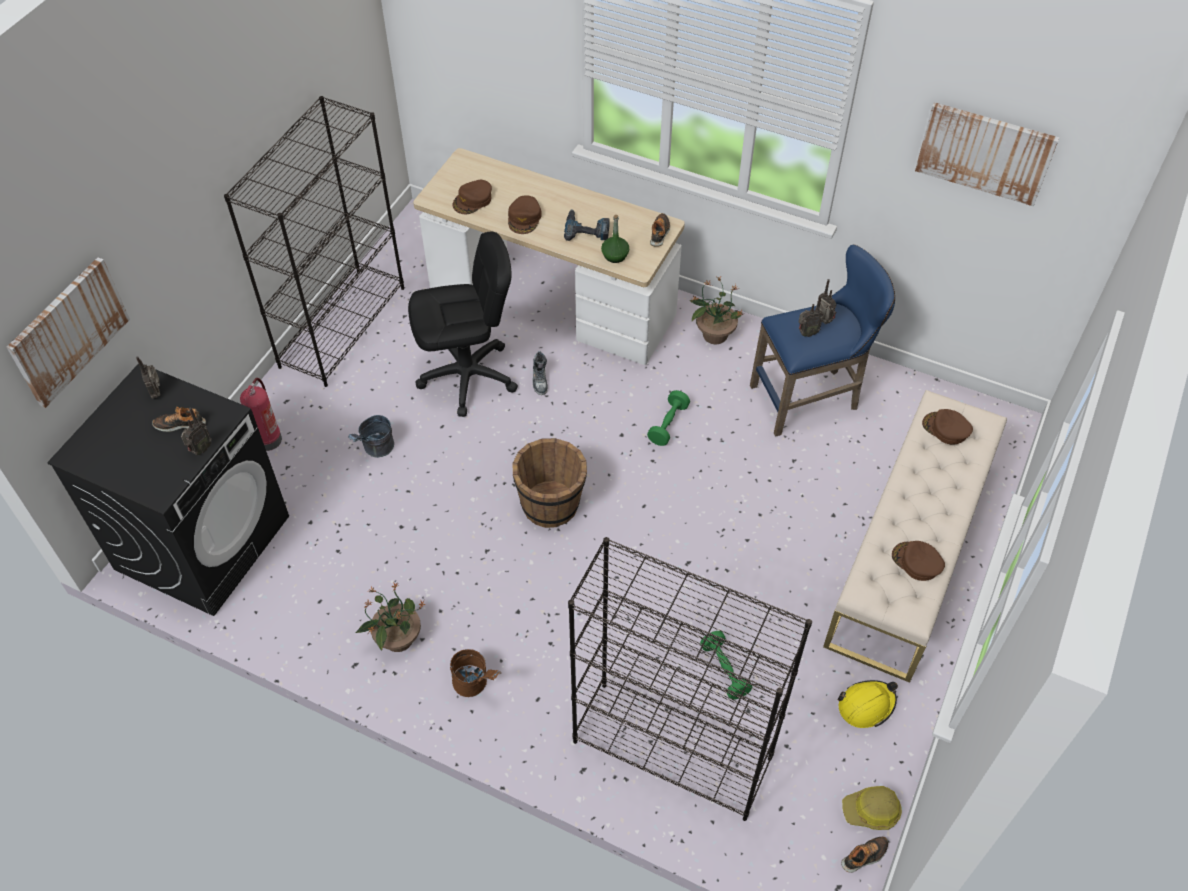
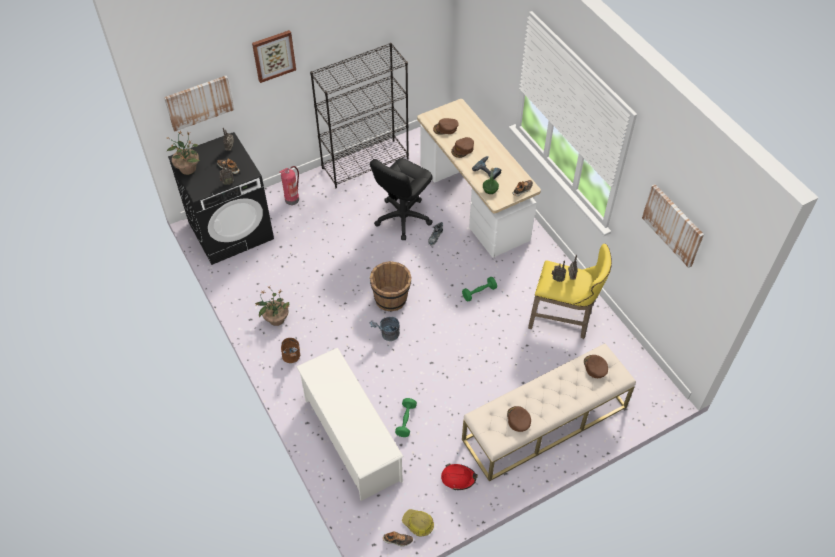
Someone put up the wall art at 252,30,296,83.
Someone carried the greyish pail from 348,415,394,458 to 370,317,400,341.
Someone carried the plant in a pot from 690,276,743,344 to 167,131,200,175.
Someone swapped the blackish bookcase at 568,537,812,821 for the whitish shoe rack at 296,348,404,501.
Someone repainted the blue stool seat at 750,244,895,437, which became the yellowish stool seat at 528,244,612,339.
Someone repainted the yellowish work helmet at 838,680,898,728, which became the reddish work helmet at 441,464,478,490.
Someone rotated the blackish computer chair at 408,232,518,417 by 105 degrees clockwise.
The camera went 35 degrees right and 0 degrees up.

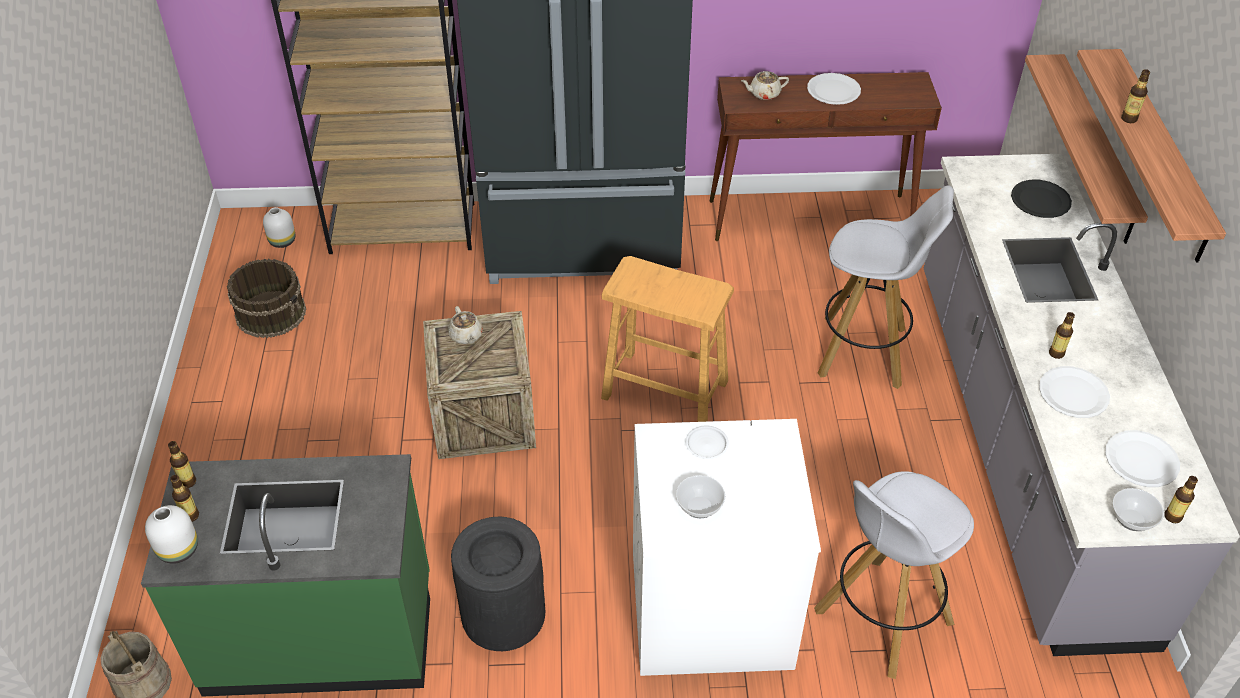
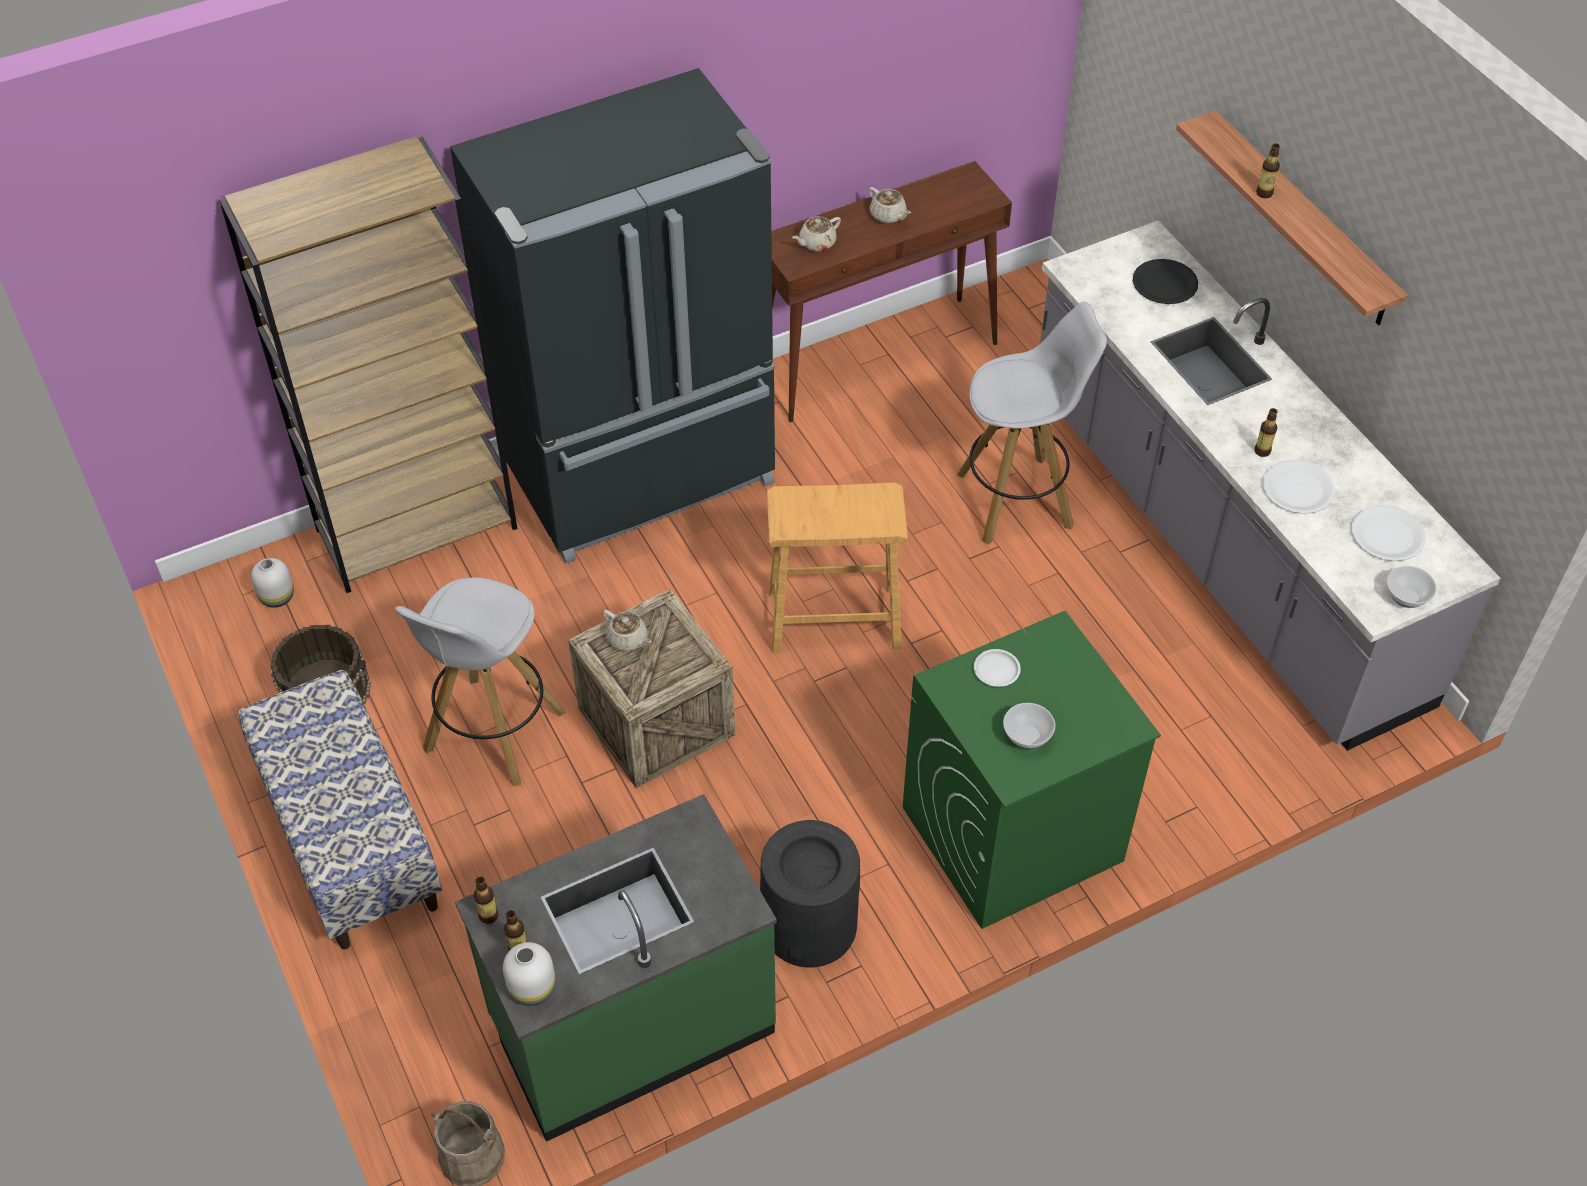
Someone took away the shelf at 1025,54,1148,244.
Someone took away the drink bottle at 1164,476,1198,523.
Someone put down the long seat at 238,670,442,950.
Someone carried the whitish stool seat from 814,471,974,679 to 395,577,566,786.
Someone swapped the whitish dinner plate at 807,73,861,105 for the beige-coloured pot for tea at 869,187,911,224.
Someone repainted the whitish washing machine at 633,419,821,676, which became the green washing machine at 903,611,1161,929.
The camera went 25 degrees left and 5 degrees up.

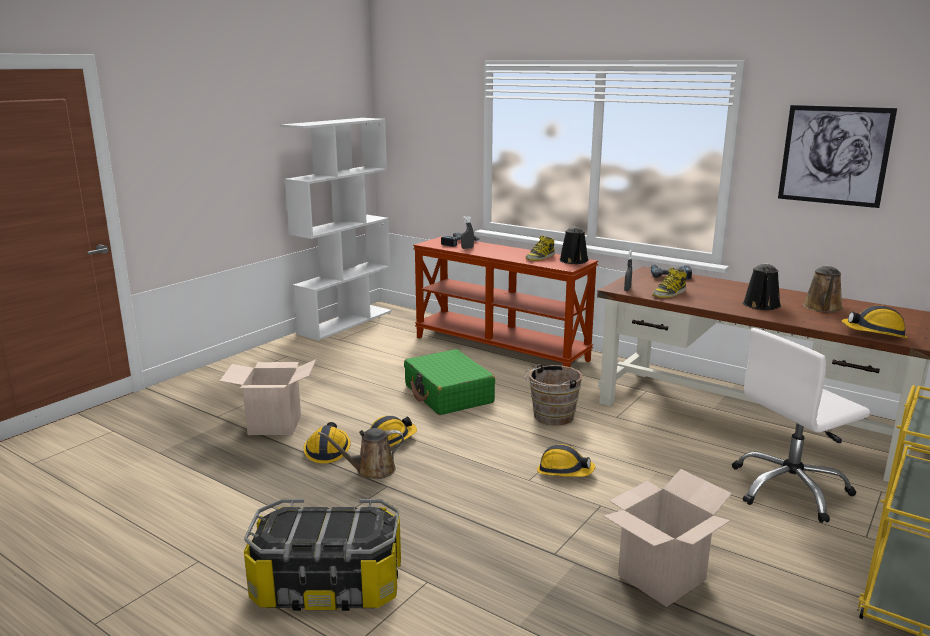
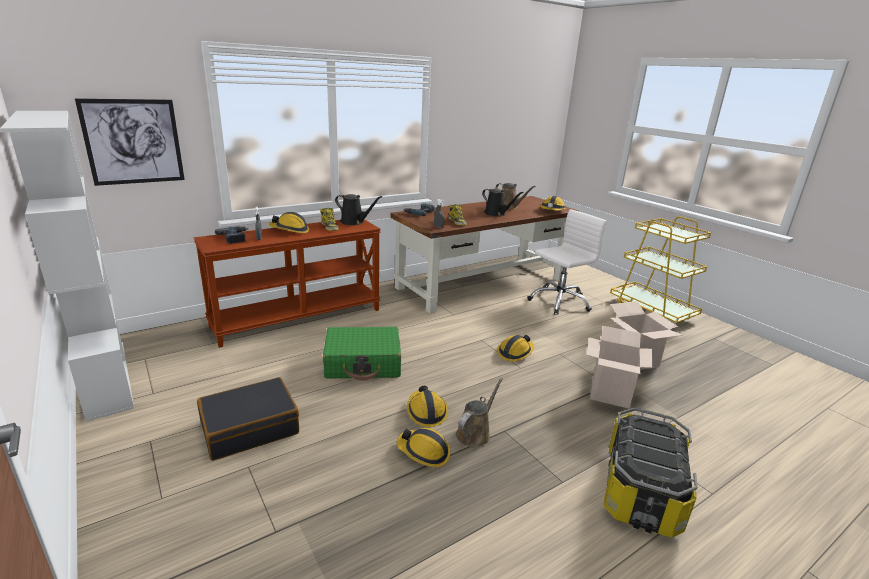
Someone took away the brown pail at 524,364,582,426.
Someone put down the blackish piece of luggage at 197,377,299,461.
Someone put down the work helmet at 269,212,309,233.
Someone carried the cardboard box from 220,359,316,435 to 586,326,654,409.
Someone carried the wall art from 778,105,897,208 to 75,98,185,186.
Someone rotated the brown watering pot at 318,428,404,479 by 150 degrees counterclockwise.
Someone rotated the whitish computer chair at 732,328,870,523 by 120 degrees counterclockwise.
The camera went 70 degrees left and 5 degrees up.

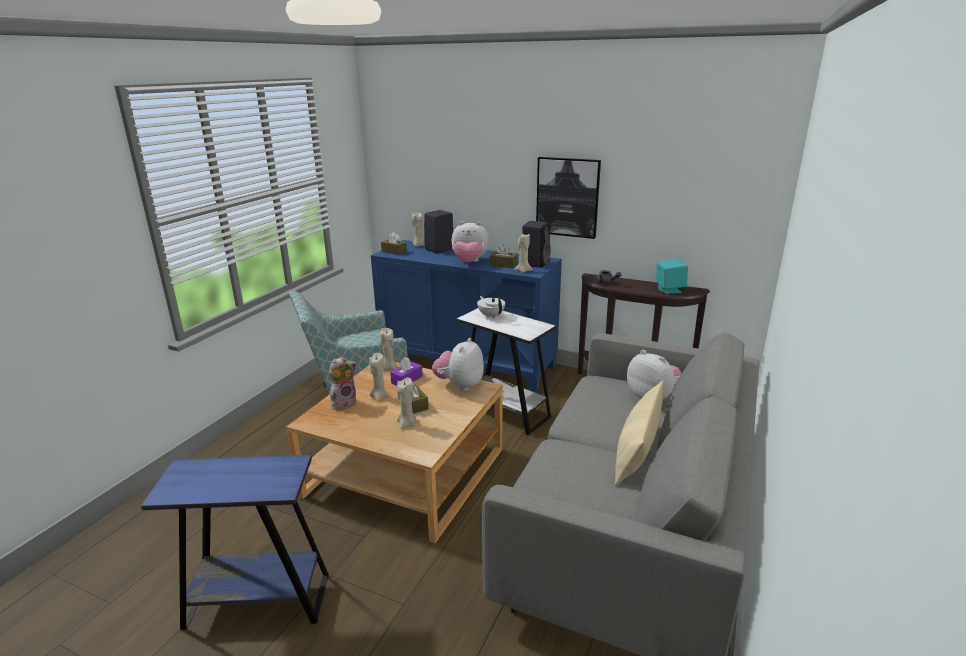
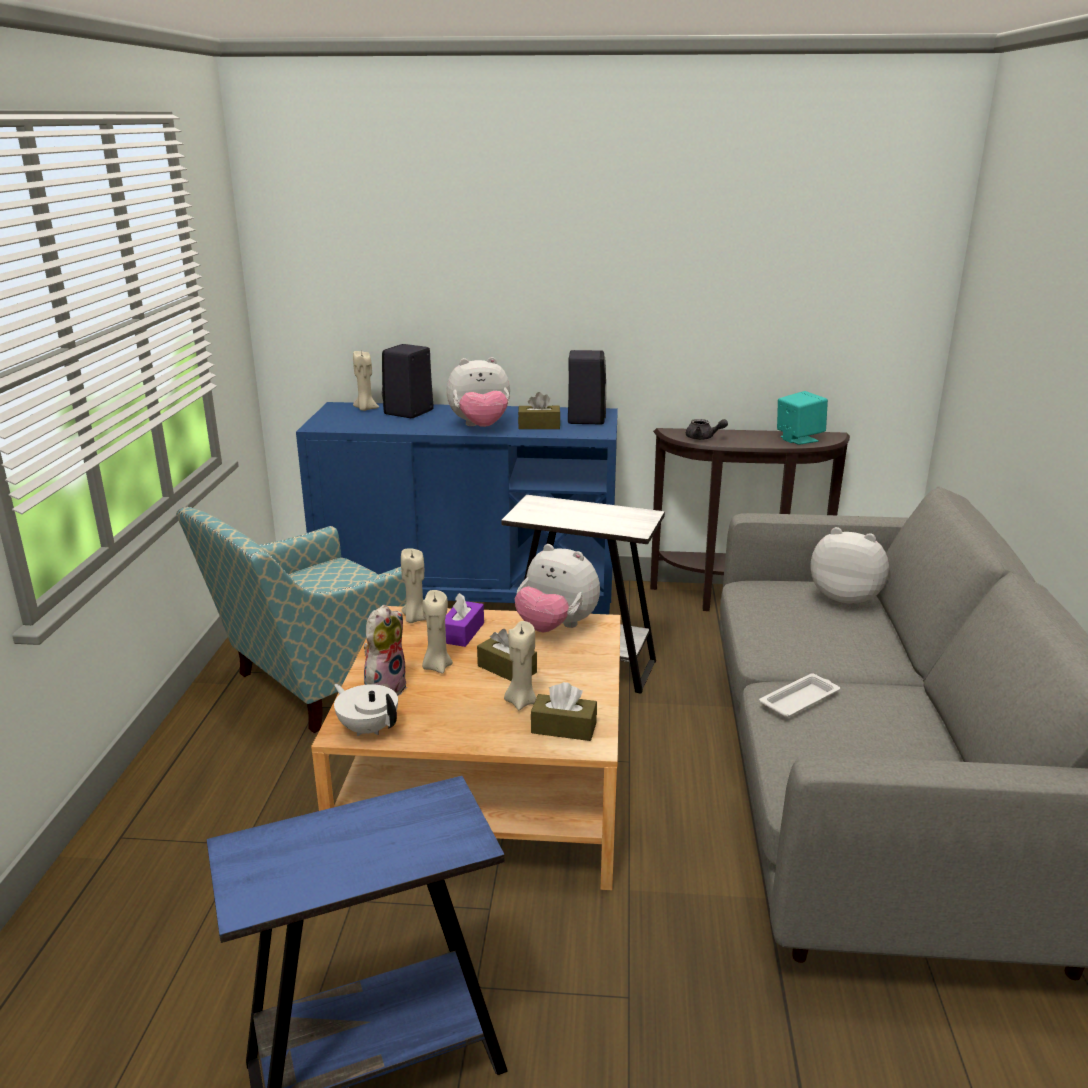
Someone took away the beige-coloured wax candle at 514,234,533,273.
Someone took away the wall art at 536,157,601,239.
Someone took away the beige-coloured cushion at 615,380,664,486.
Someone put down the whitish carrying tray at 759,673,840,718.
Someone carried the brown tissue box from 381,232,407,255 to 531,682,597,741.
Someone carried the whitish pot for tea from 477,296,505,319 to 334,684,398,736.
Someone rotated the plush toy at 432,338,484,391 by 60 degrees counterclockwise.
The camera went 20 degrees left and 0 degrees up.

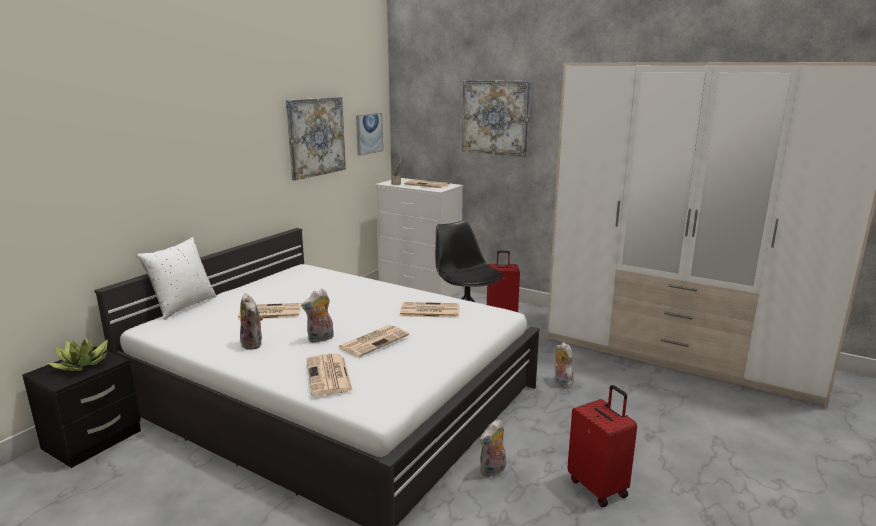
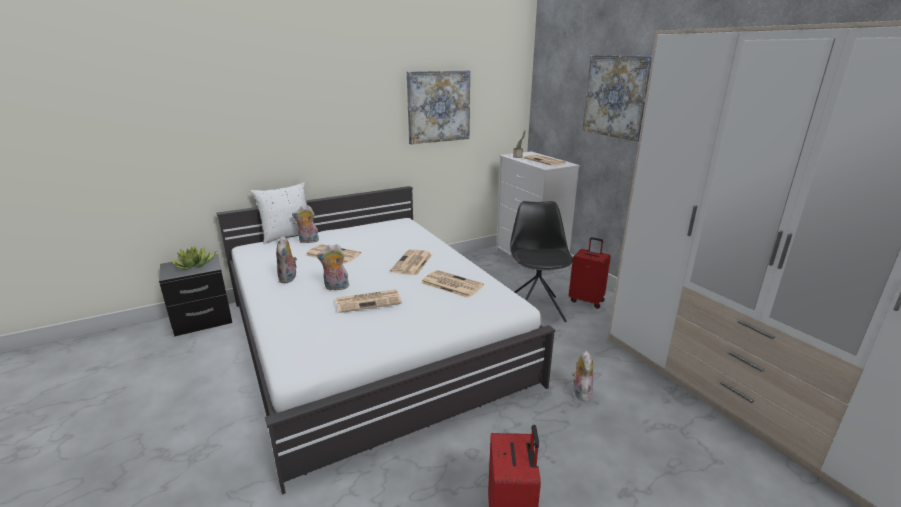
Someone took away the wall art at 356,113,383,156.
Someone carried the newspaper from 307,353,353,396 to 390,249,432,275.
Someone carried the plush toy from 480,419,506,477 to 292,205,319,243.
The camera went 30 degrees right and 5 degrees up.

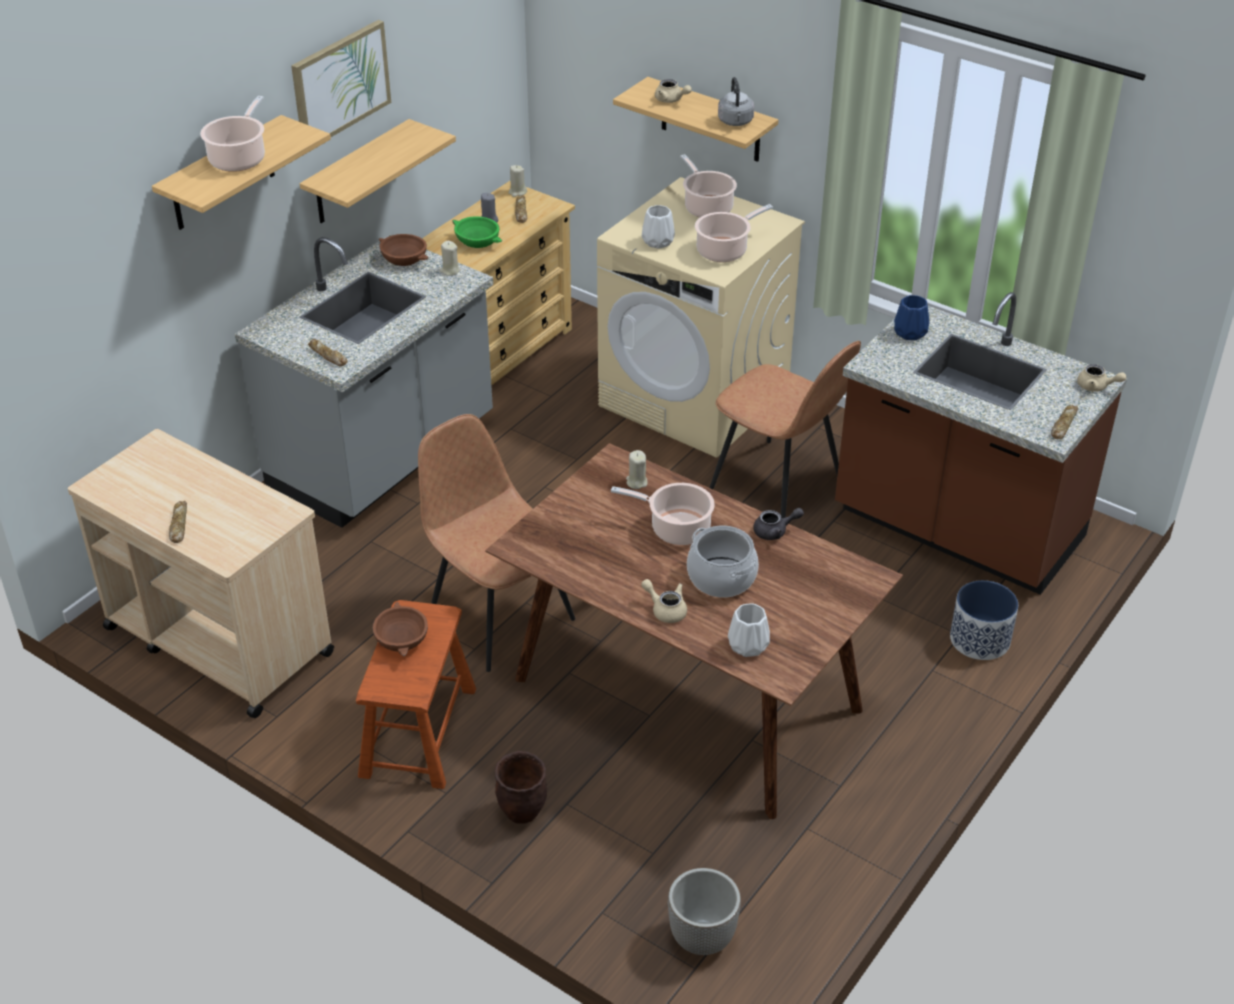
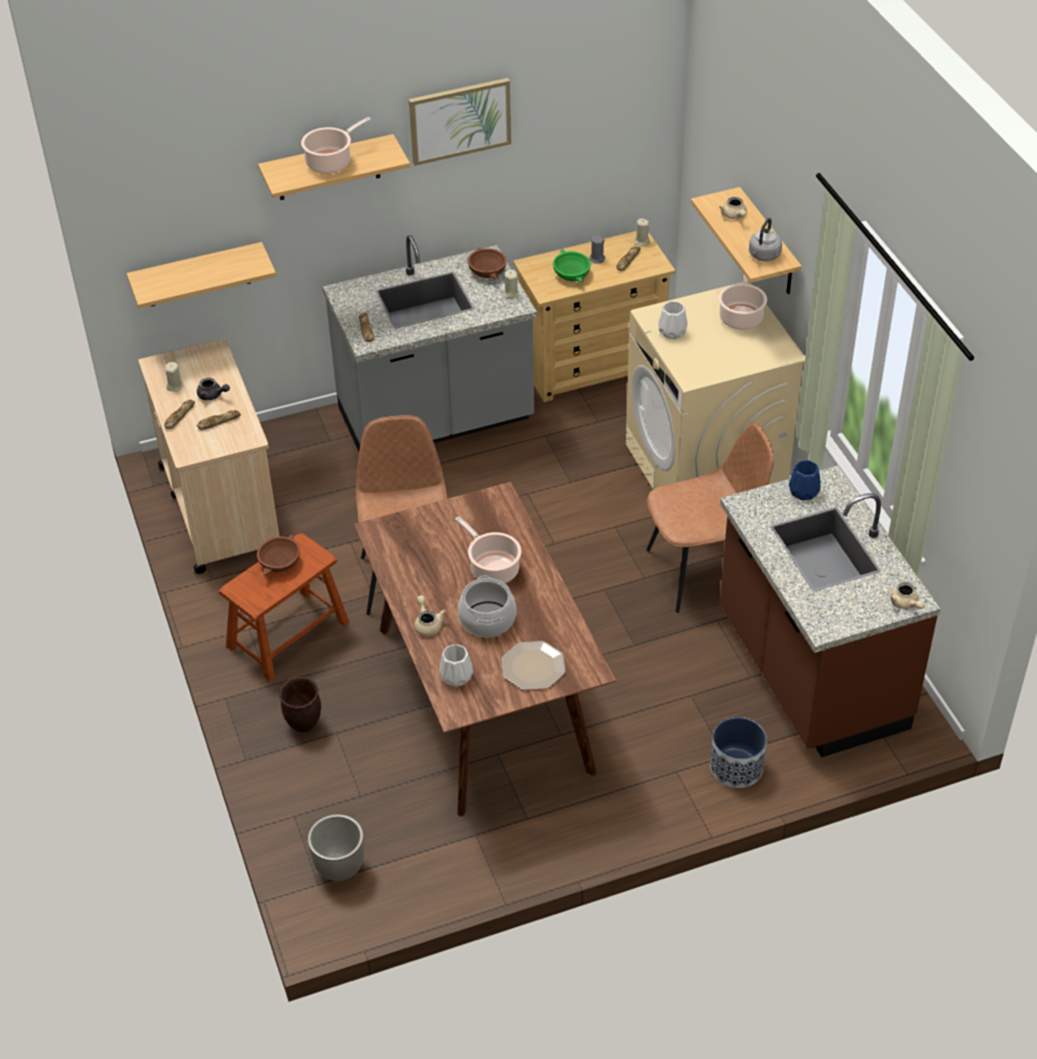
Someone took away the stockpot at 695,204,773,262.
Someone put down the dinner plate at 502,641,566,690.
Someone carried the shelf from 300,119,456,223 to 127,242,276,309.
Someone carried the beige-coloured wax candle from 626,450,647,489 to 165,362,183,392.
Someone carried the greyish pot for tea from 753,508,804,540 to 197,378,230,400.
Someone carried the baked bread from 1051,405,1078,439 to 197,410,241,430.
Someone rotated the brown plain chair at 709,341,861,519 by 90 degrees counterclockwise.
The camera went 35 degrees right and 5 degrees up.

